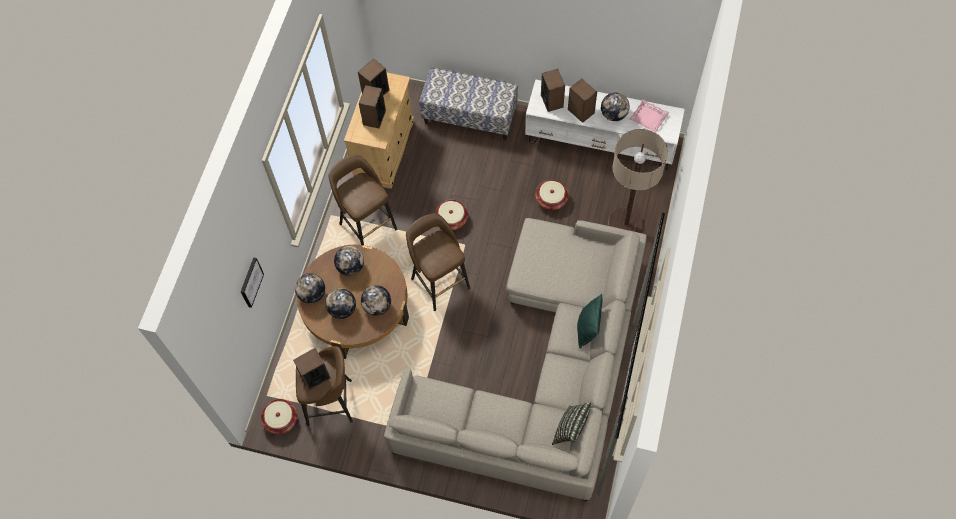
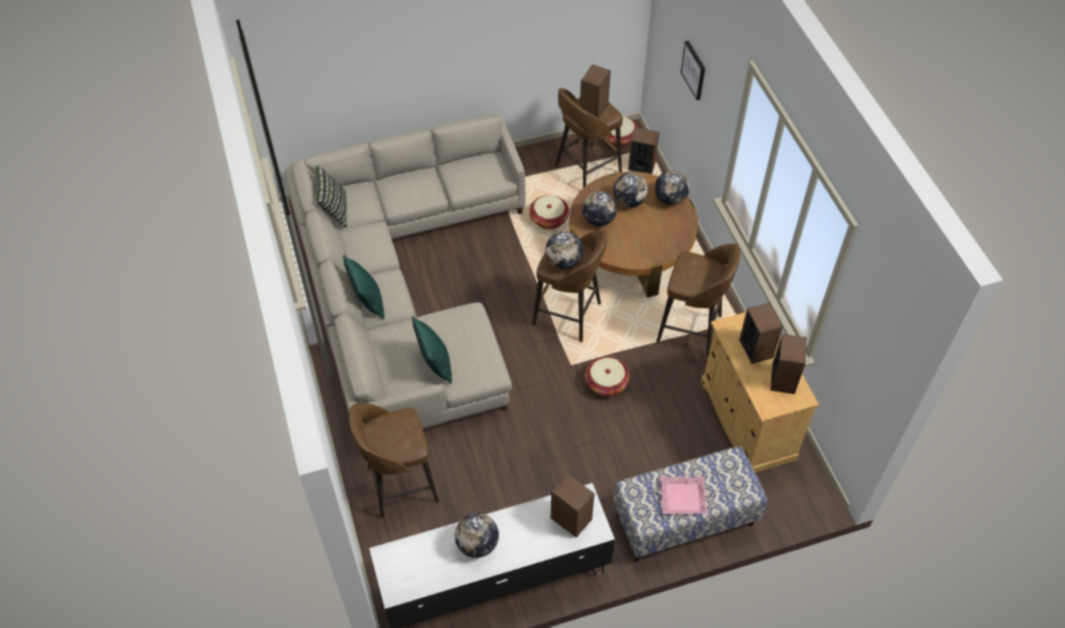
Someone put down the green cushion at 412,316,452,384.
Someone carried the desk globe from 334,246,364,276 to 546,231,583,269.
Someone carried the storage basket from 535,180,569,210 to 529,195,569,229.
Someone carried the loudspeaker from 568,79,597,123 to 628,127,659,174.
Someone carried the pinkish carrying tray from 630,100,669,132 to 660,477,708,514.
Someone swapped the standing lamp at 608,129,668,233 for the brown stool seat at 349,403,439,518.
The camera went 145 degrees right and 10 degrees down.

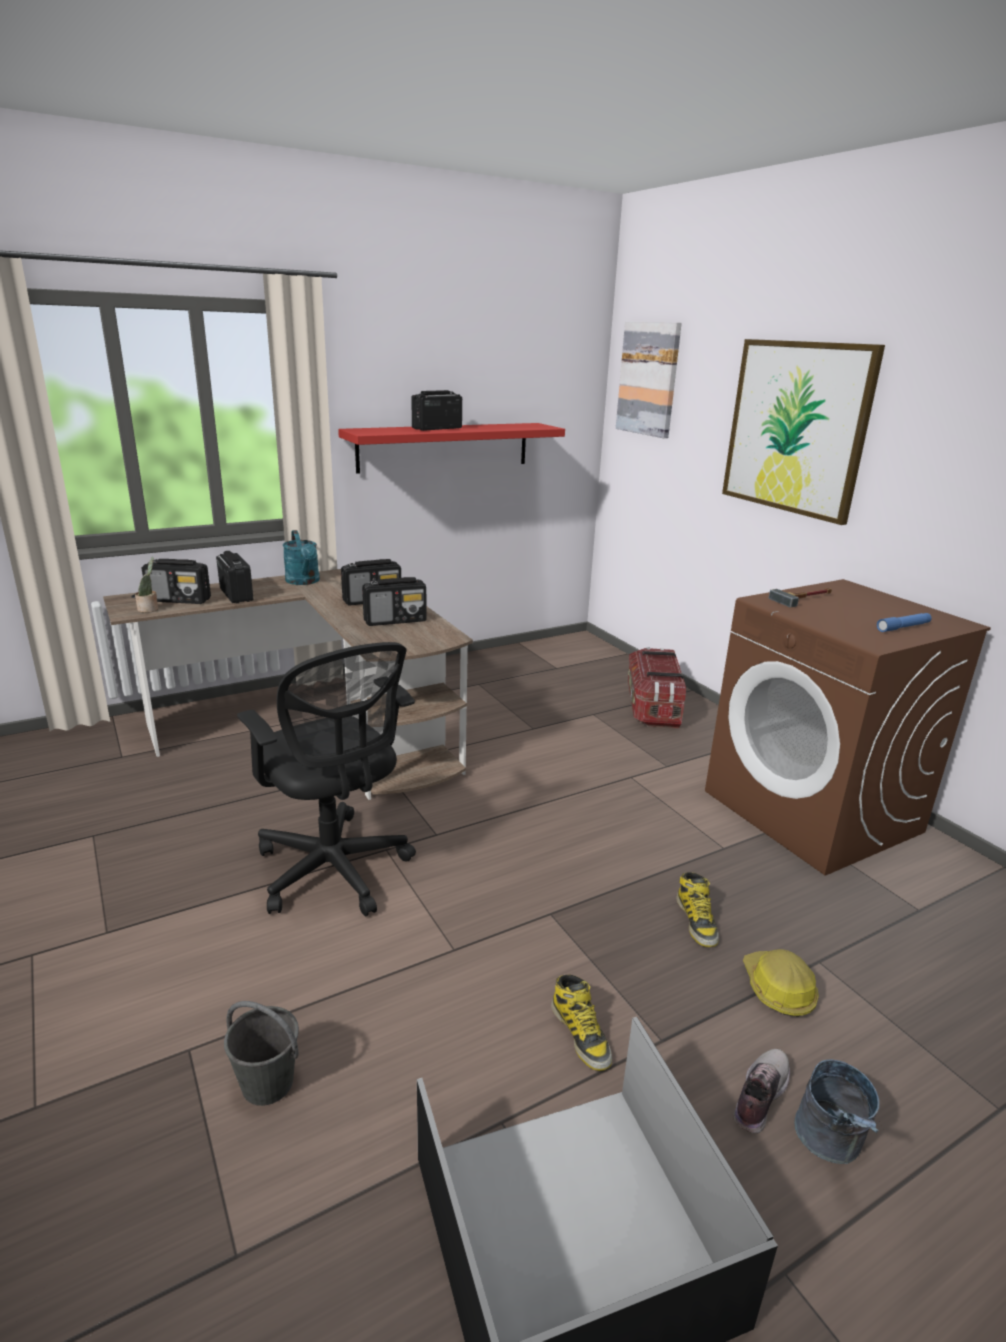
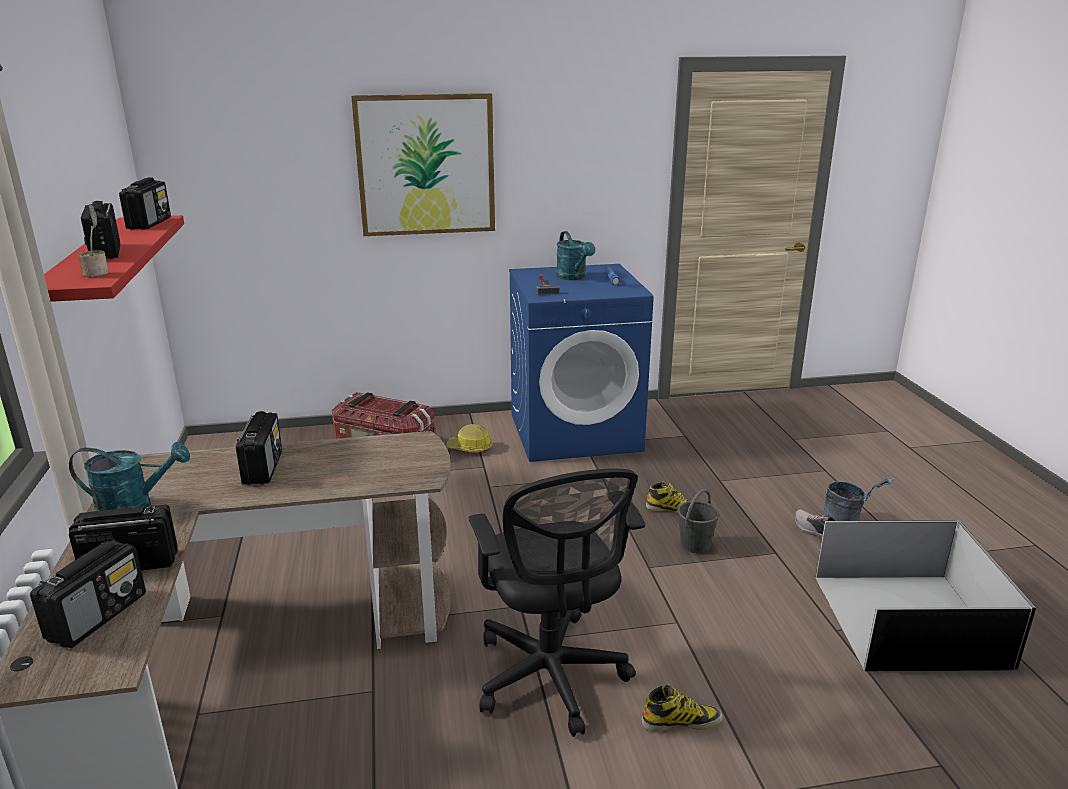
Someone took away the wall art at 616,321,682,438.
Someone put down the turquoise-coloured watering pot at 556,231,595,280.
Someone carried the plant in a pot from 135,557,158,613 to 78,204,109,277.
Someone carried the greyish pail from 224,1001,299,1106 to 677,489,719,553.
Someone carried the radio set from 362,577,427,626 to 119,177,171,230.
Someone carried the boot from 551,975,612,1071 to 641,684,723,732.
Someone carried the work helmet from 743,949,819,1017 to 447,424,493,452.
Someone repainted the brown washing machine at 705,579,991,876, which became the blue washing machine at 509,264,654,462.
Someone rotated the blackish computer chair at 237,642,416,916 by 90 degrees clockwise.
The camera went 70 degrees left and 0 degrees up.

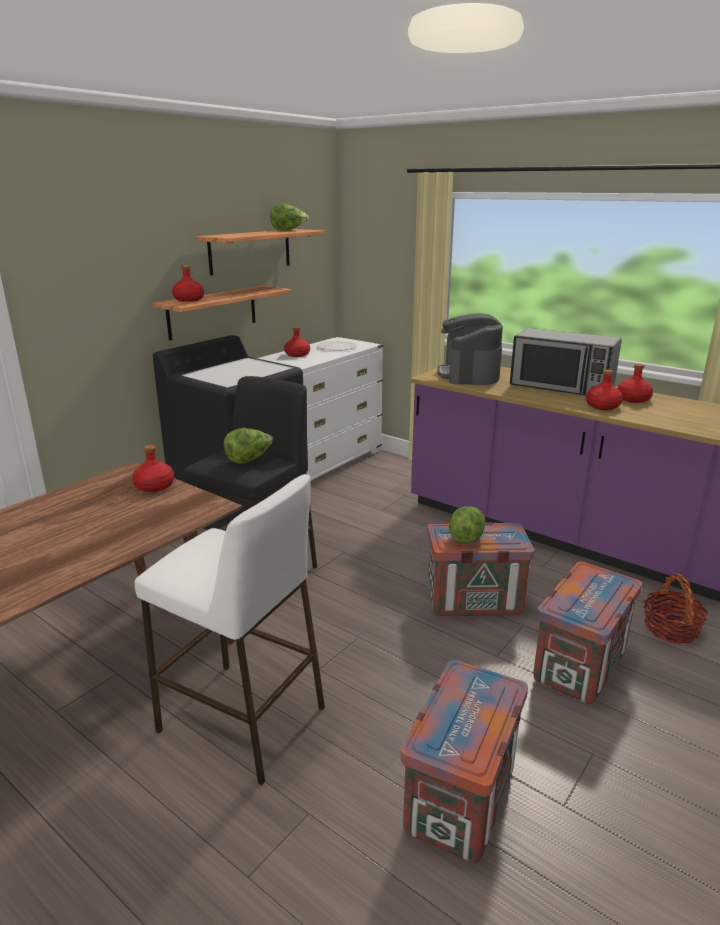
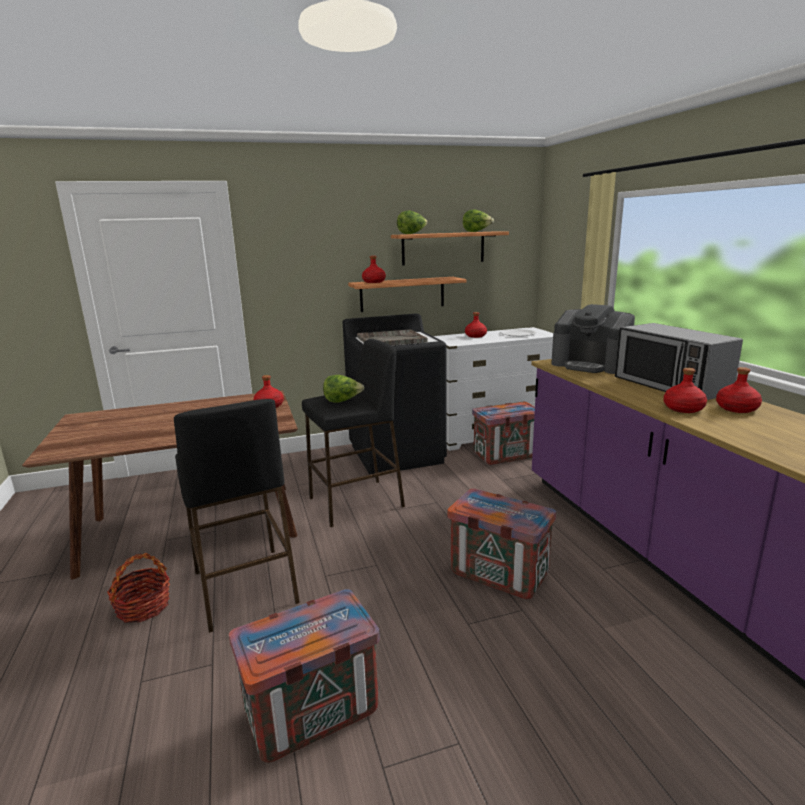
Someone put down the greyish carrying tray at 357,330,427,346.
Someone carried the lettuce from 449,506,485,544 to 397,210,428,234.
Someone carried the crate from 533,561,642,704 to 472,402,535,465.
Someone carried the storage basket from 644,573,708,644 to 107,553,170,623.
Someone repainted the whitish stool seat at 135,474,325,785, which became the blackish stool seat at 174,399,300,633.
Someone rotated the coffee machine at 437,313,503,385 by 90 degrees counterclockwise.
The camera went 35 degrees right and 5 degrees down.

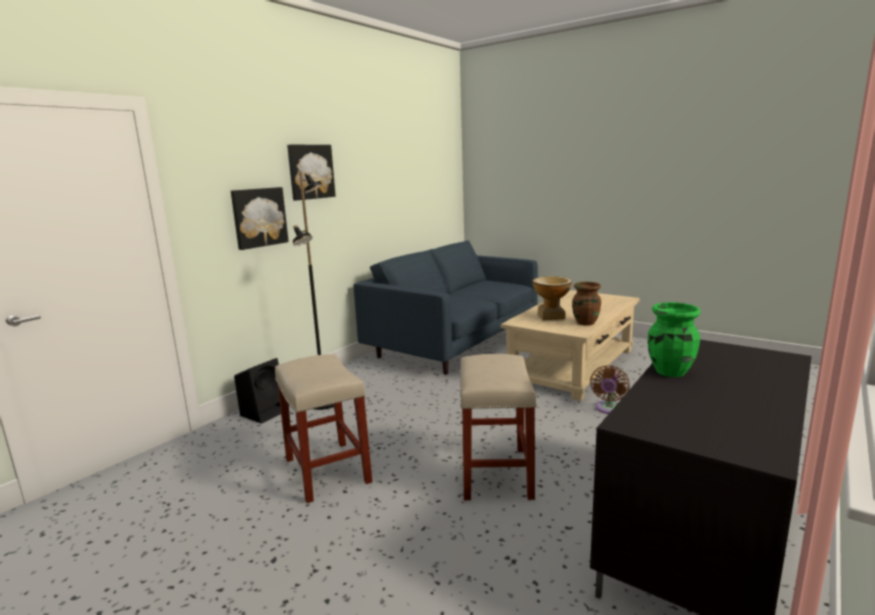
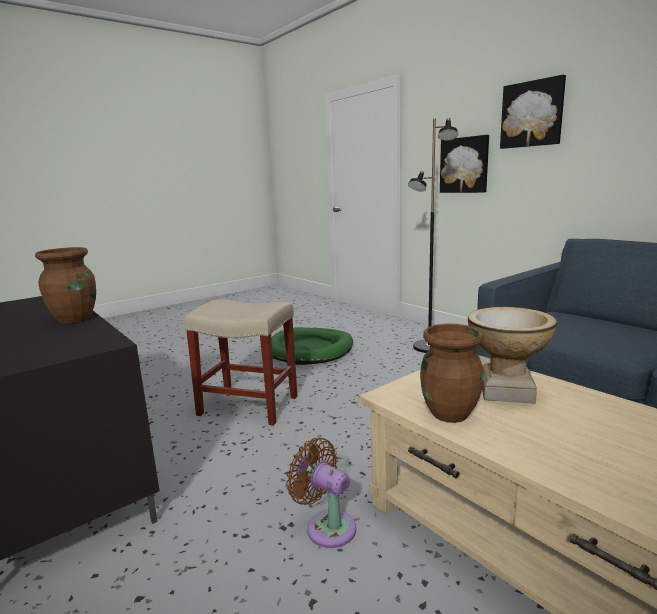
Someone took away the blackish loudspeaker at 234,358,281,424.
Someone swapped the beige-coloured stool seat at 275,354,372,503 for the green dog cushion at 271,327,353,365.
Someone repainted the green decorative vase at 648,302,701,377, which became the brown decorative vase at 35,247,96,324.
The camera went 105 degrees right and 0 degrees up.

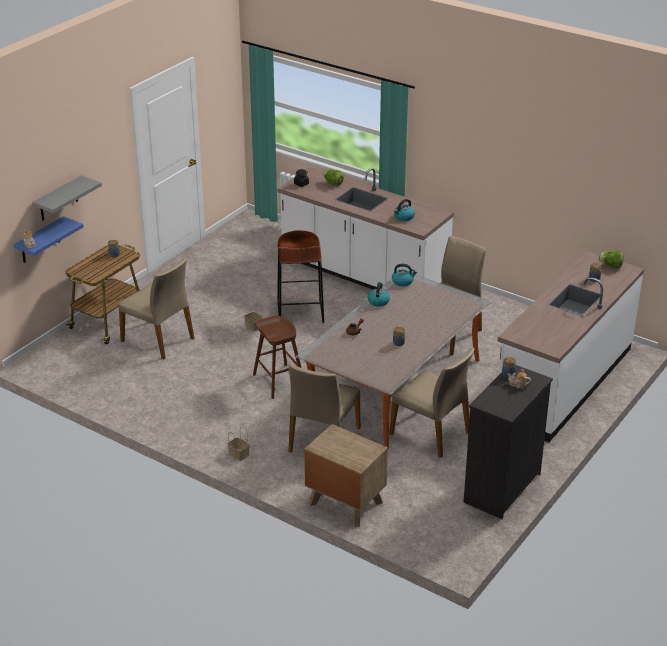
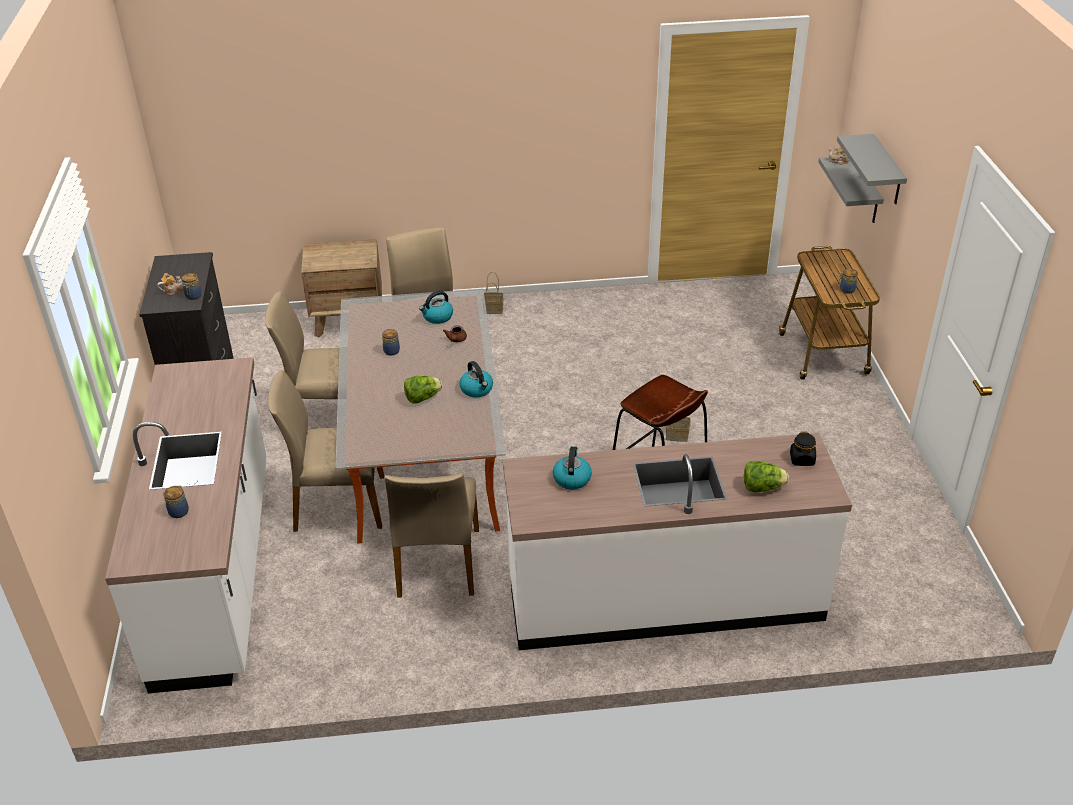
Someone took away the brown stool seat at 253,316,302,399.
Someone carried the beige-coloured plain chair from 118,257,195,359 to 268,370,384,532.
Someone carried the water kettle from 392,264,417,286 to 419,291,453,324.
Someone carried the lettuce from 598,250,624,268 to 404,376,442,403.
Someone repainted the blue shelf at 14,216,84,263, which became the greyish shelf at 818,157,884,223.
The camera went 140 degrees right and 5 degrees up.

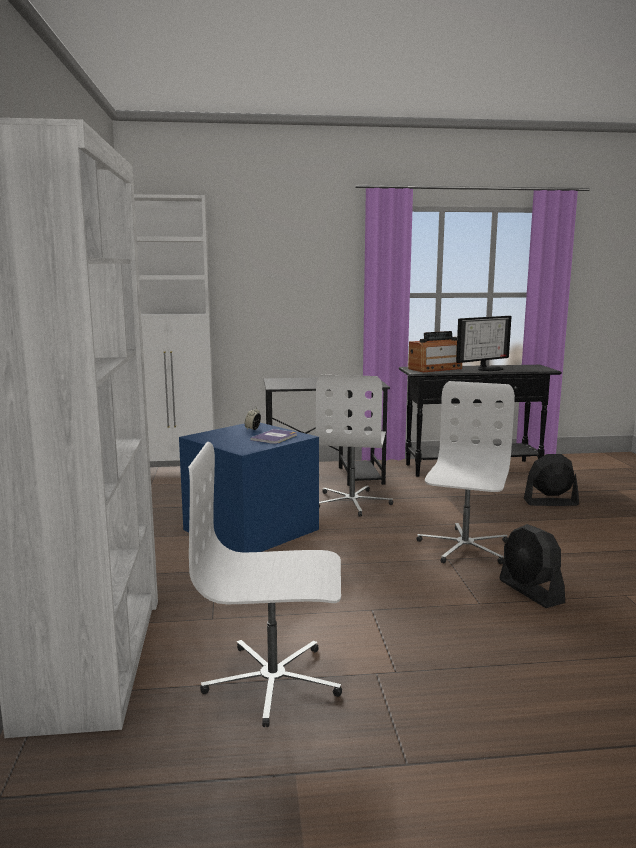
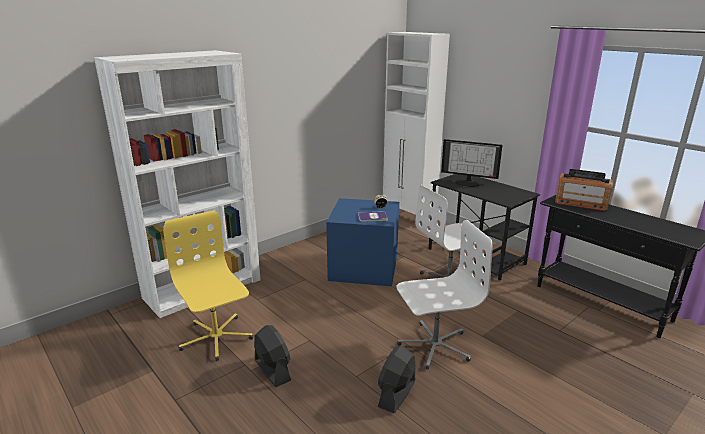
Someone carried the computer screen from 456,316,512,371 to 441,139,503,187.
Someone carried the blackish fan from 524,454,579,506 to 254,325,291,387.
Someone repainted the whitish computer chair at 188,442,342,727, which became the yellowish computer chair at 163,210,253,361.
The camera went 55 degrees right and 10 degrees up.

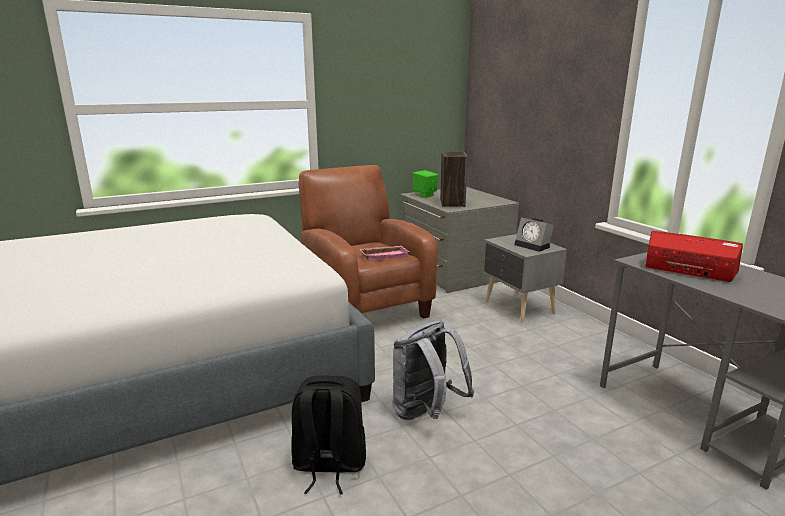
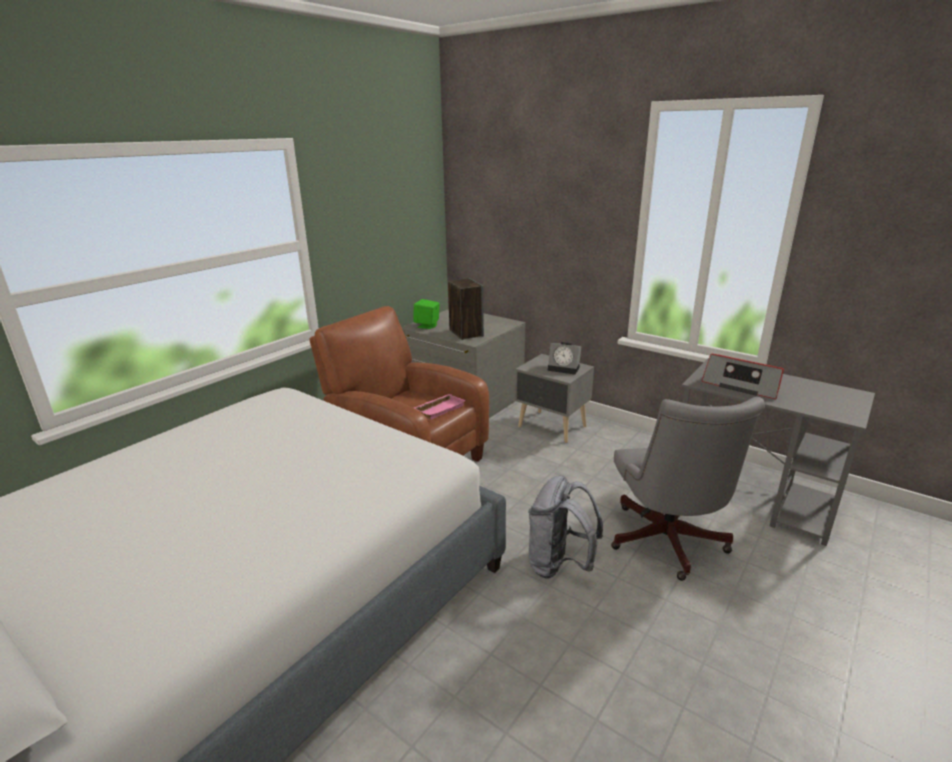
Someone took away the blackish knapsack at 291,376,366,495.
Someone put down the greyish computer chair at 611,397,765,581.
Someone rotated the radio set at 646,231,743,282 by 150 degrees counterclockwise.
The camera went 25 degrees left and 5 degrees up.

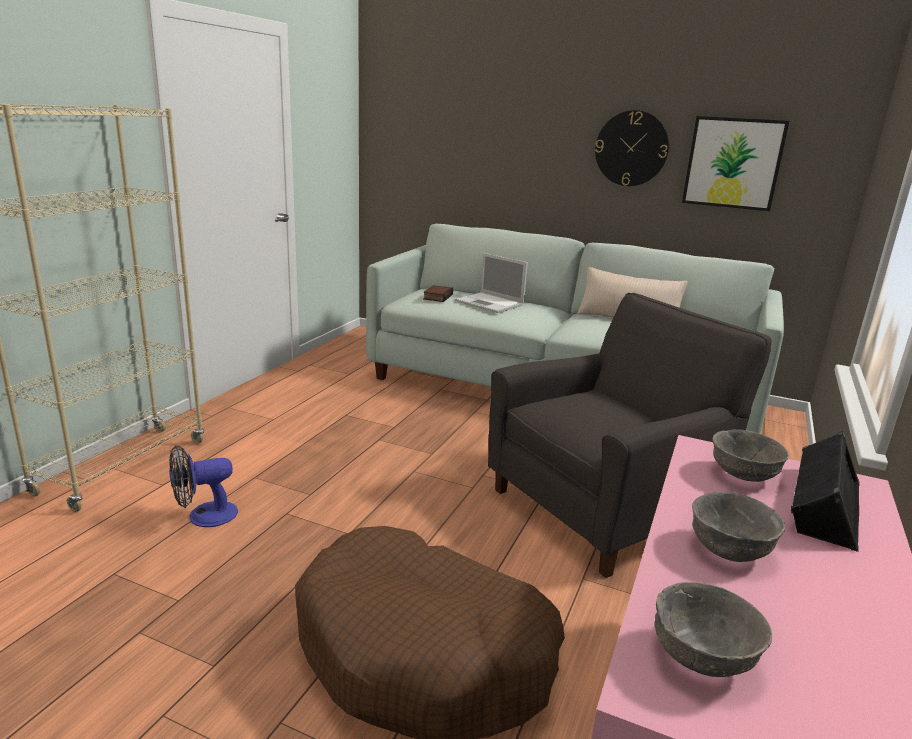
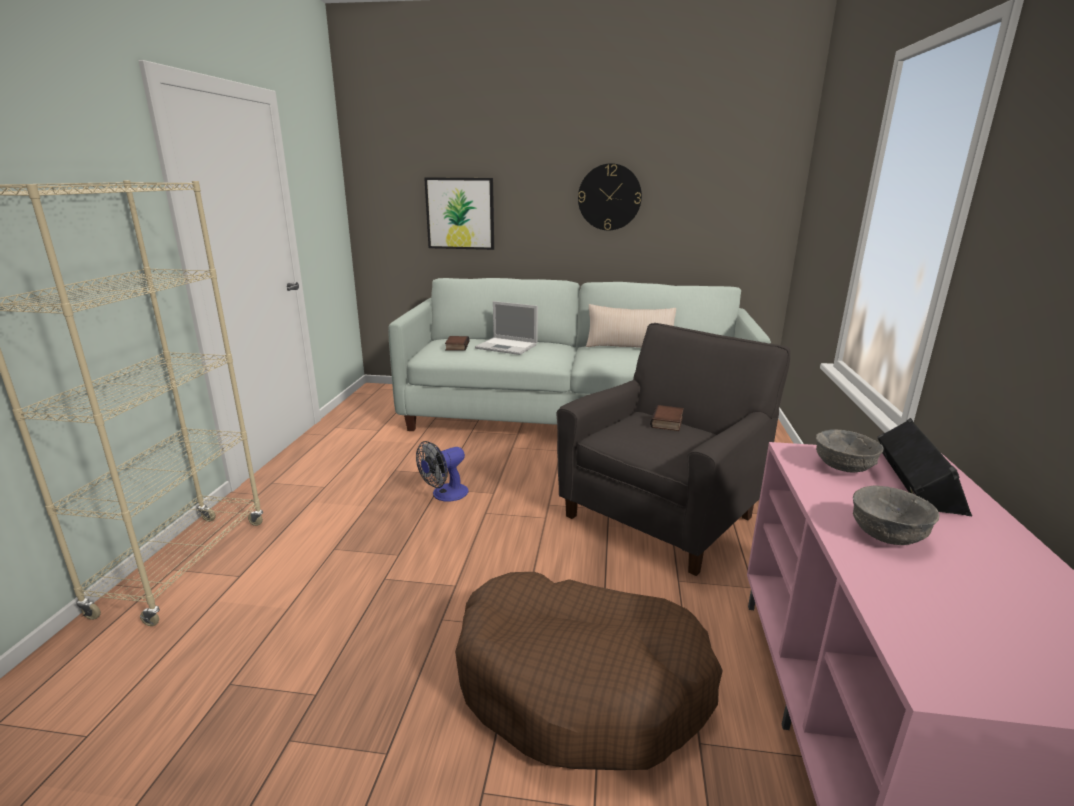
Someone took away the greyish bowl at 655,582,772,677.
Someone put down the book at 650,405,684,431.
Someone carried the fan from 169,445,238,527 to 416,441,469,501.
Someone carried the wall art from 682,116,789,211 to 424,177,494,250.
The camera went 15 degrees left and 0 degrees up.

